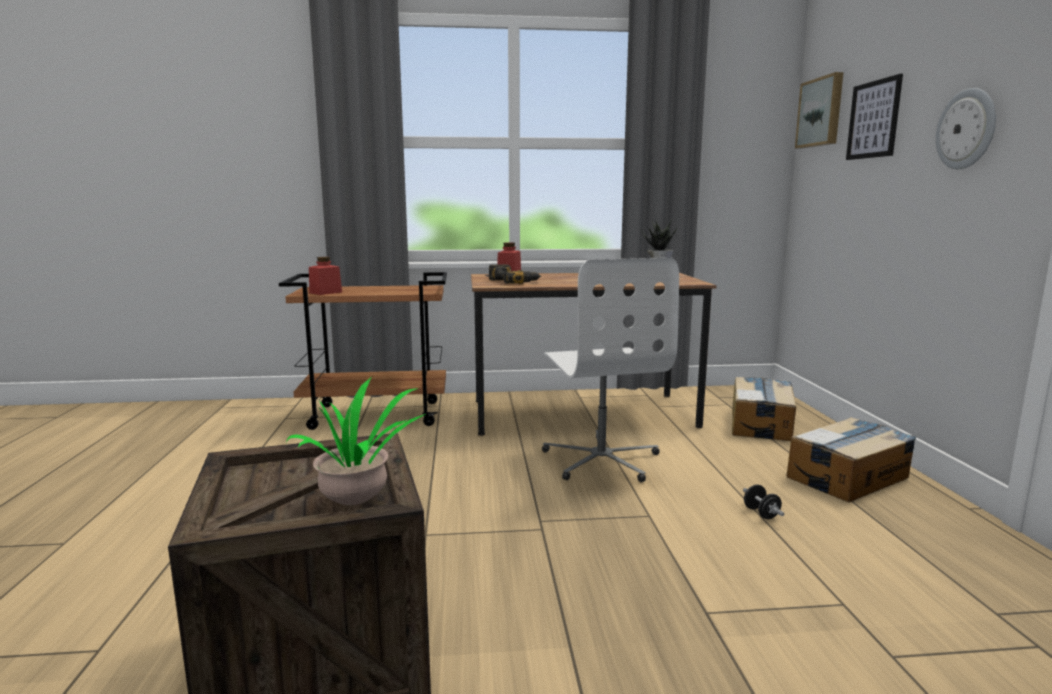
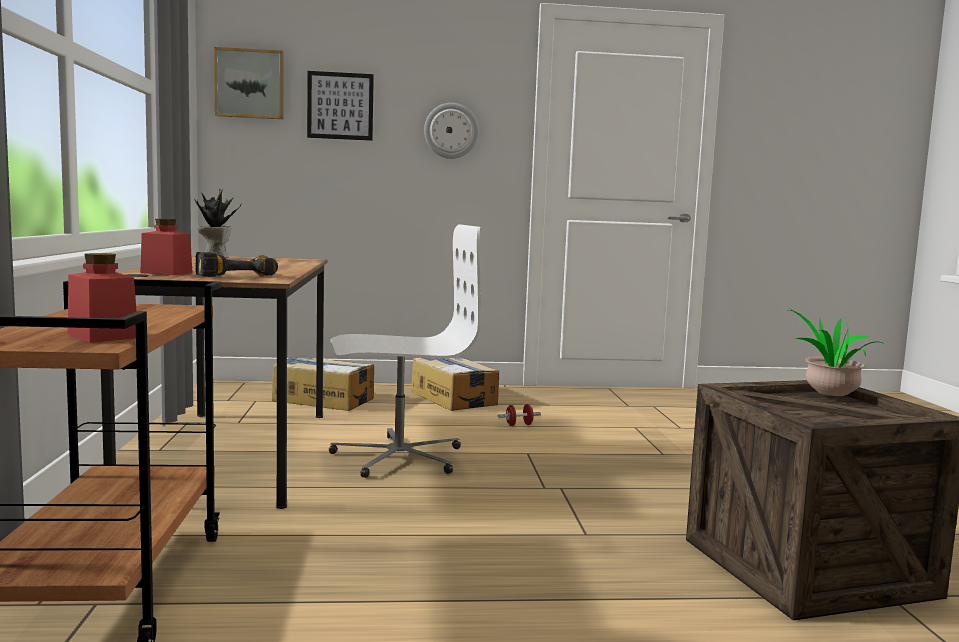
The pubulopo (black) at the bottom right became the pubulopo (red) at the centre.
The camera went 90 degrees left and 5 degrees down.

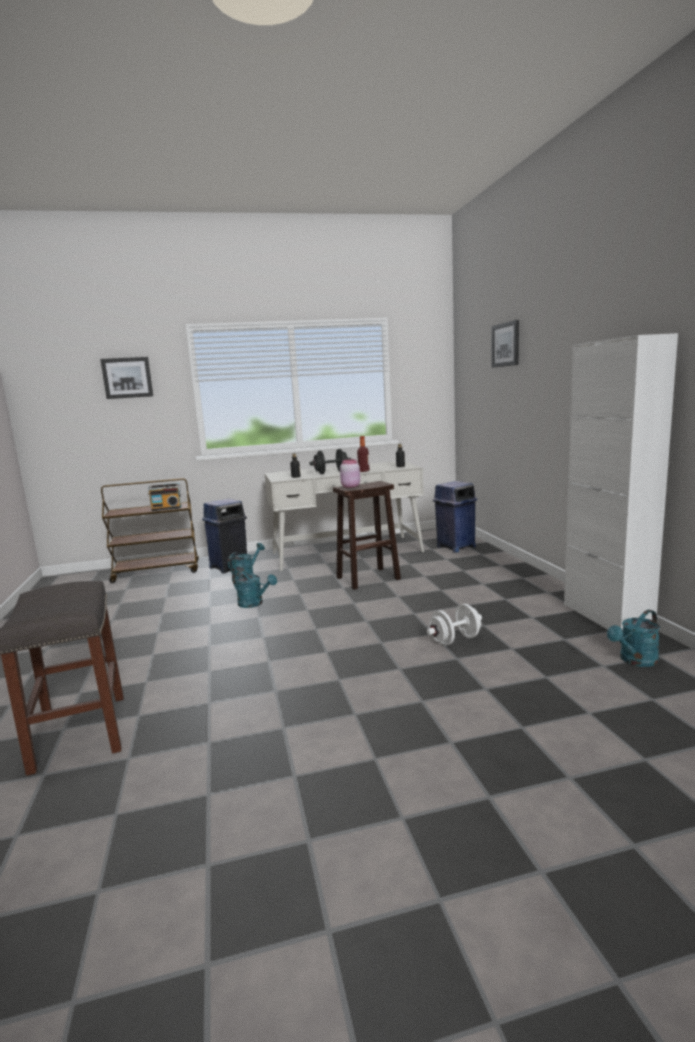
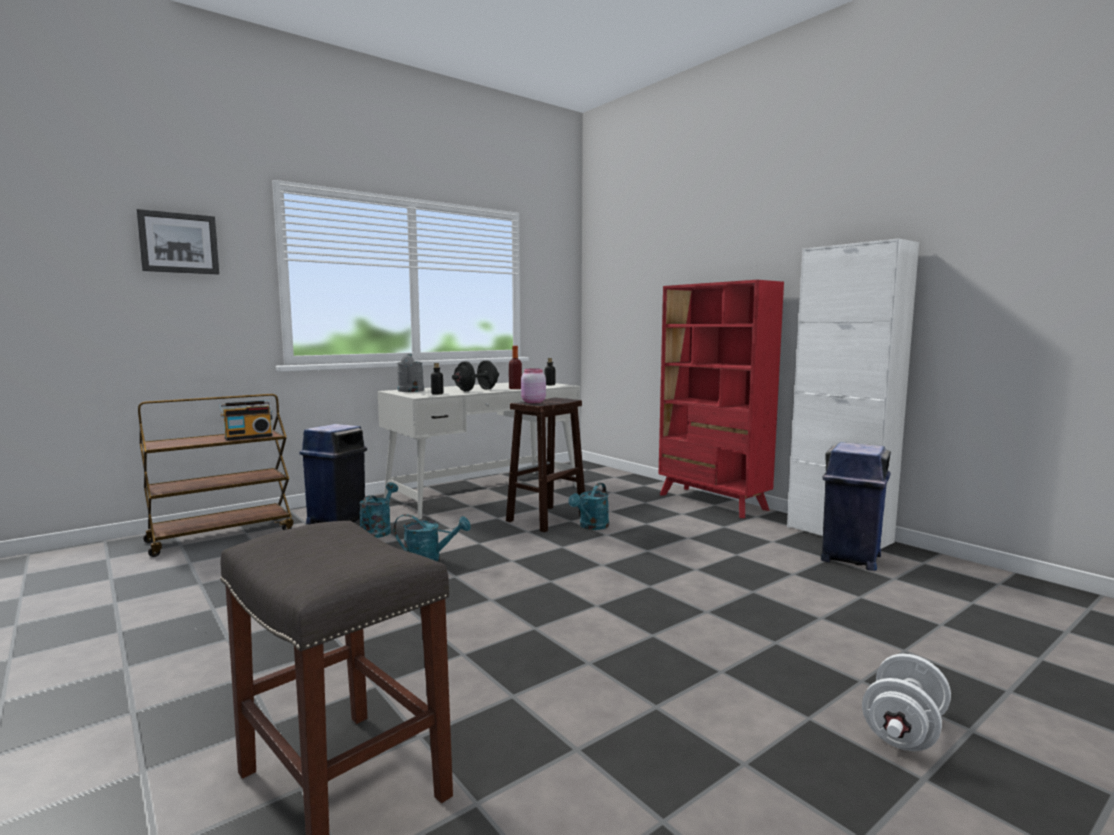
The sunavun (2nd from left) at the top right disappeared.
The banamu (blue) (2nd from left) moved from the centre to the middle right.
The pubulopo (white) moved from the centre to the bottom right.
The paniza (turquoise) (3rd from left) moved from the middle right to the centre.
The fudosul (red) at the centre appeared.
The paniza (grey) at the centre appeared.
The camera went 25 degrees left and 5 degrees down.

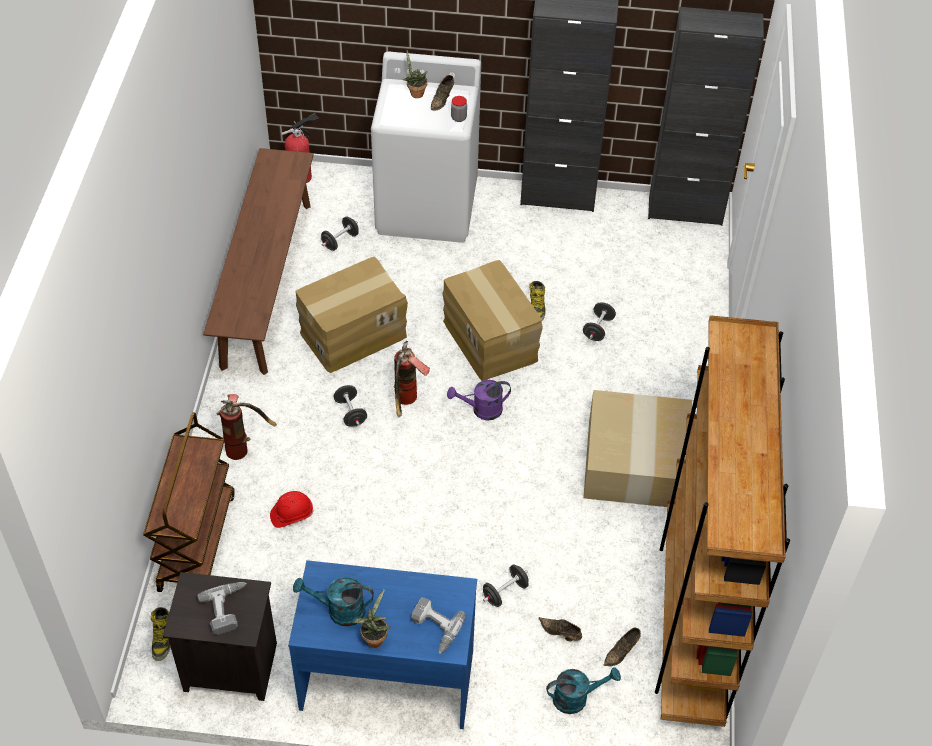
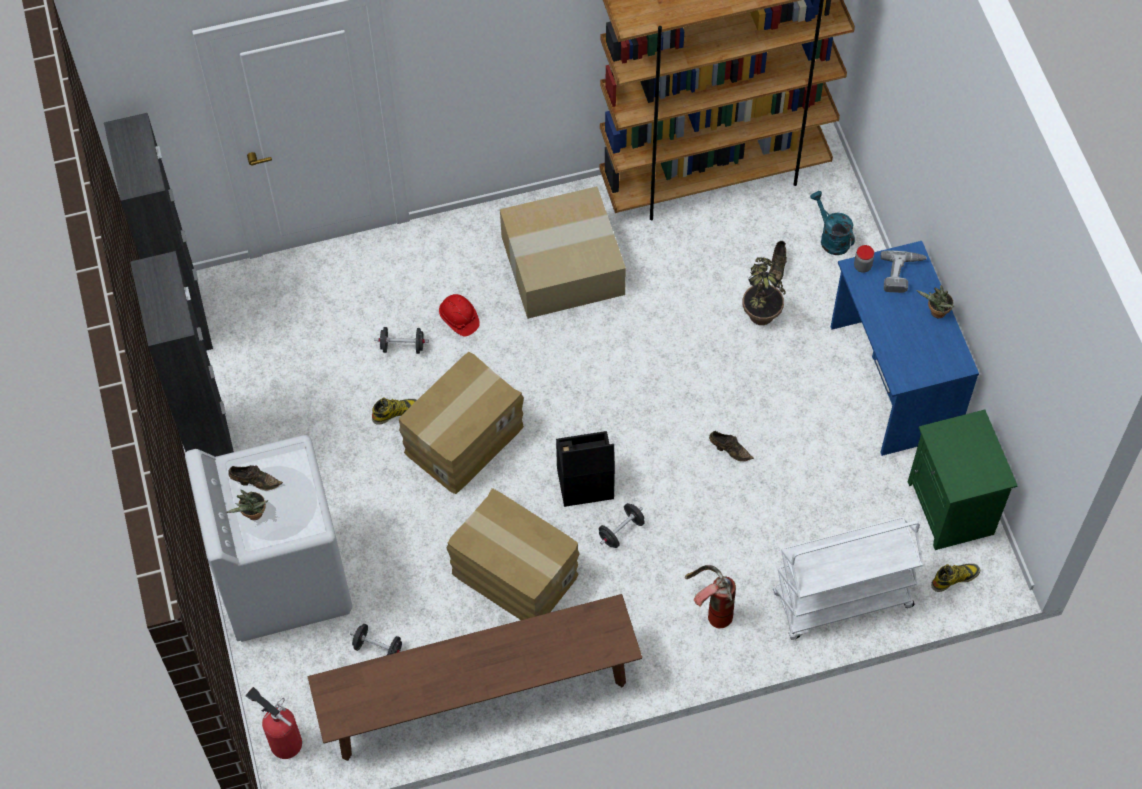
The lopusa moved from the top centre to the top right.
The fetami (3rd from left) at the centre was replaced by the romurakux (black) at the centre.
The paniza (purple) at the centre disappeared.
The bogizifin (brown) at the bottom left became the bogizifin (white) at the bottom right.
The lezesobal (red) moved from the bottom left to the centre.
The pubulopo (black) (3rd from left) at the bottom centre was replaced by the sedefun (2nd from left) at the middle right.
The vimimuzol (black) at the bottom left became the vimimuzol (green) at the middle right.
The paniza (turquoise) (1st from left) at the bottom centre disappeared.
The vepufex (1st from left) at the bottom left disappeared.
The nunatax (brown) (3rd from left in the first image) moved from the bottom right to the centre.
The camera went 110 degrees left and 10 degrees up.

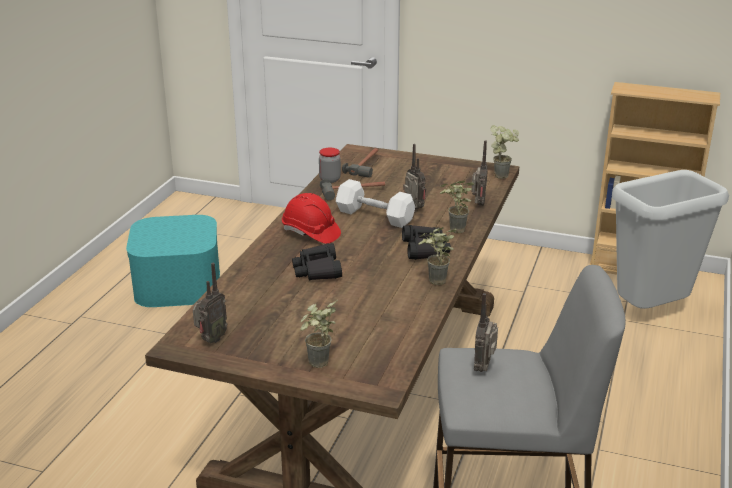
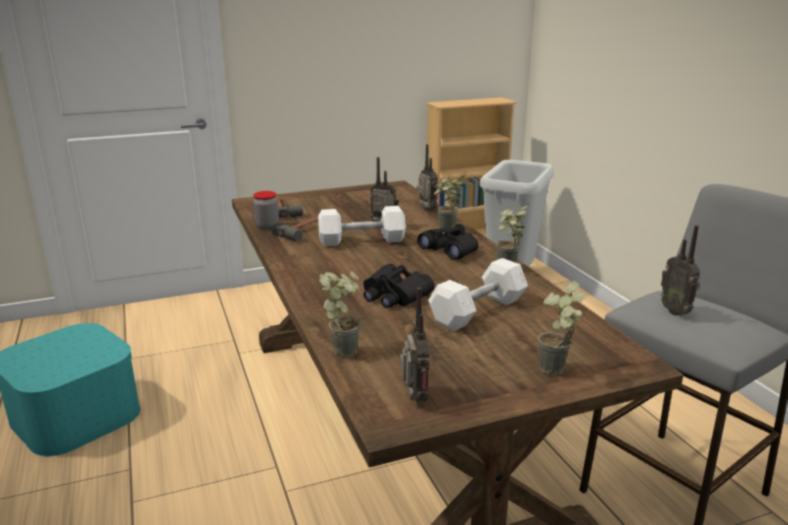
The sedefun (4th from left in the first image) moved from the top right to the centre.
The lezesobal (red) at the centre disappeared.
The pubulopo (white) (2nd from left) at the centre appeared.
The camera went 40 degrees left and 5 degrees down.

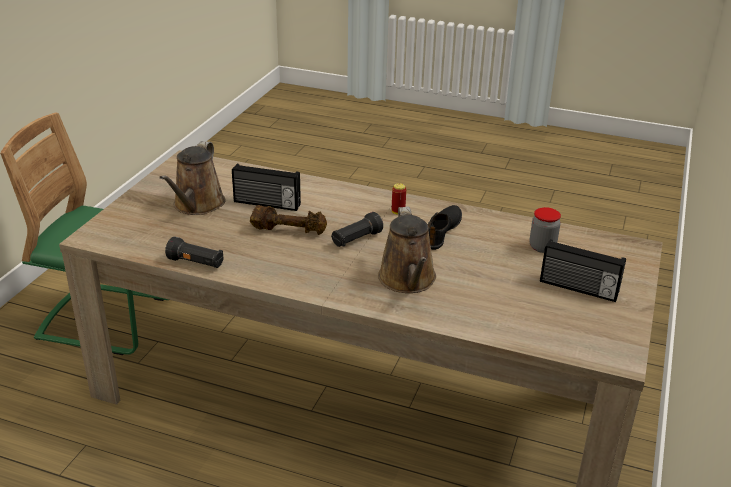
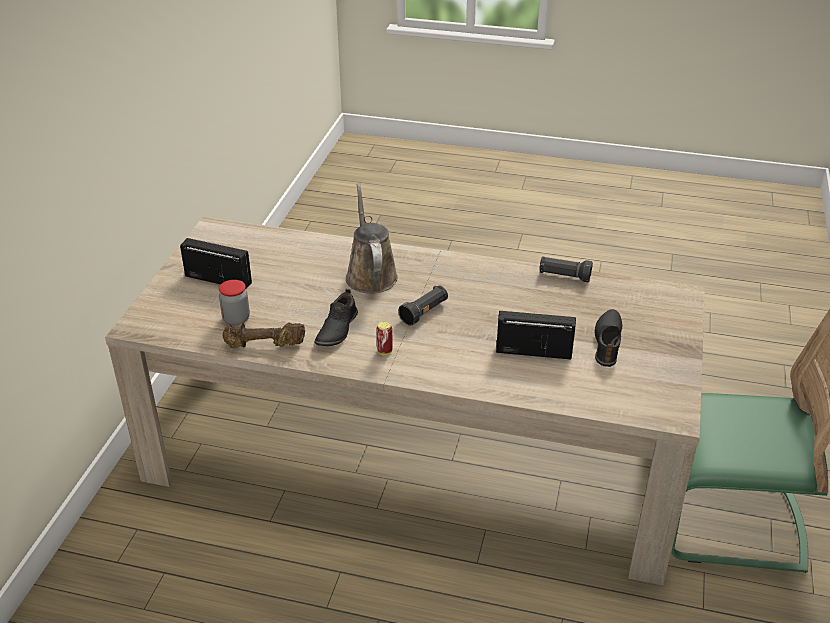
The paniza (brown) (1st from left) at the middle left was replaced by the nunatax (black) (2nd from left) at the middle right.
The pubulopo (brown) moved from the centre to the middle left.
The camera went 175 degrees right and 5 degrees up.

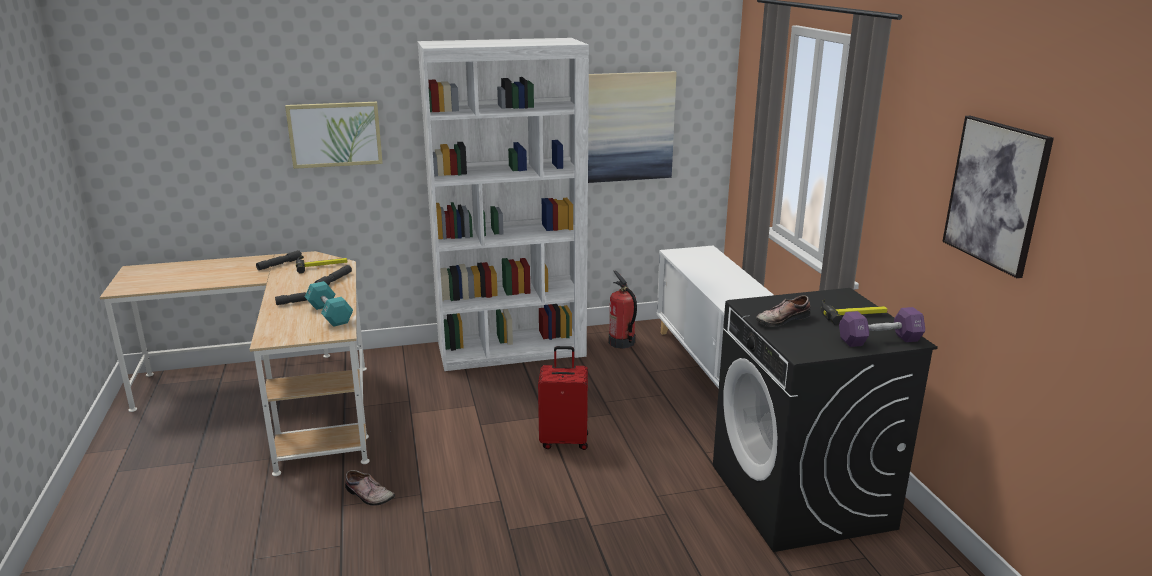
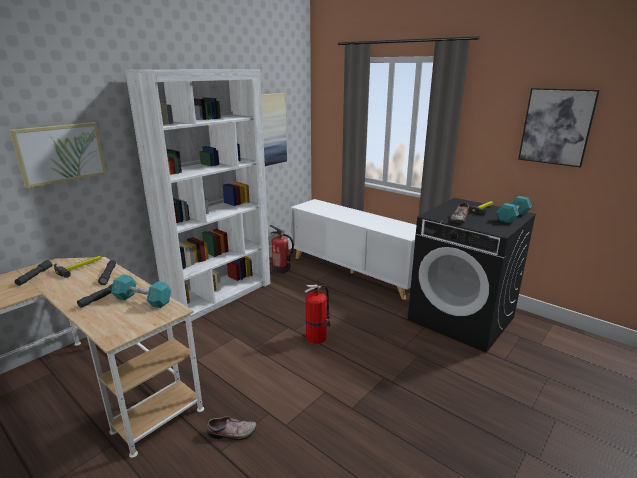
The pubulopo (purple) at the middle right became the pubulopo (turquoise) (2nd from left) at the middle right.
The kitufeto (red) at the bottom centre was replaced by the fetami (2nd from left) at the centre.
The camera went 35 degrees left and 0 degrees up.

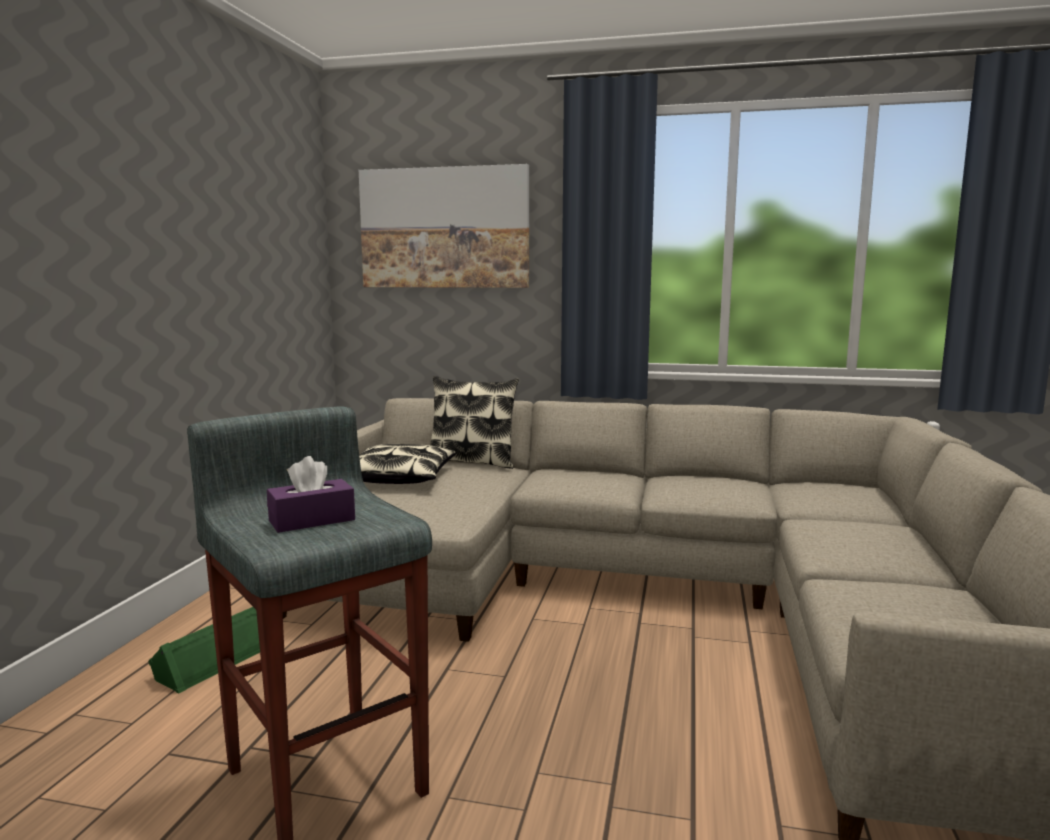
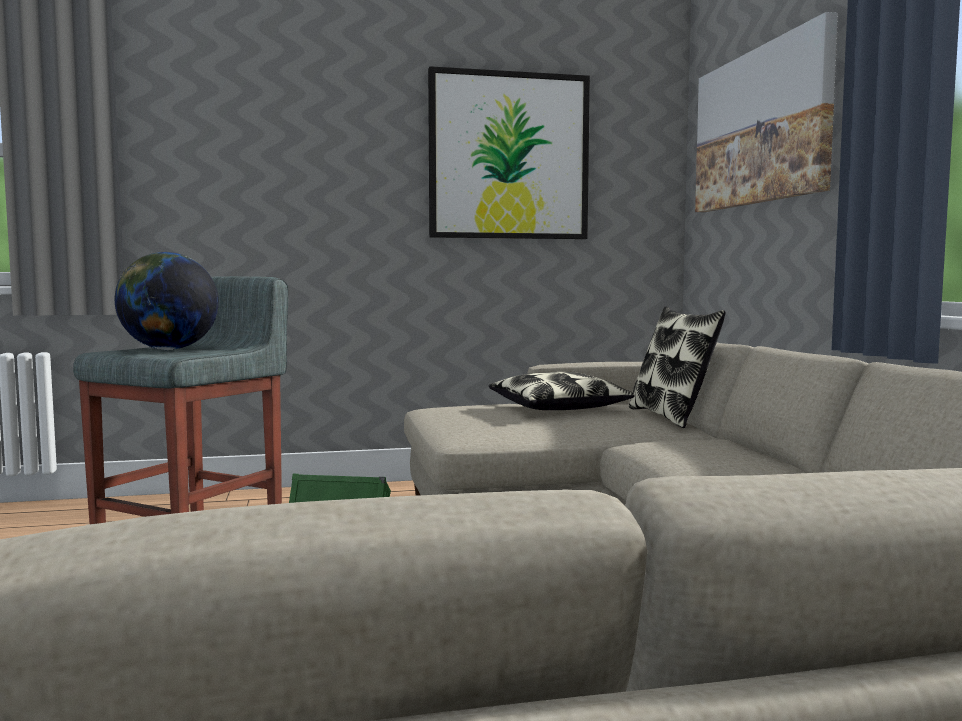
The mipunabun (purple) at the middle left was replaced by the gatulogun at the middle left.
The sunavun (1st from left) at the top centre appeared.
The camera went 65 degrees right and 5 degrees down.

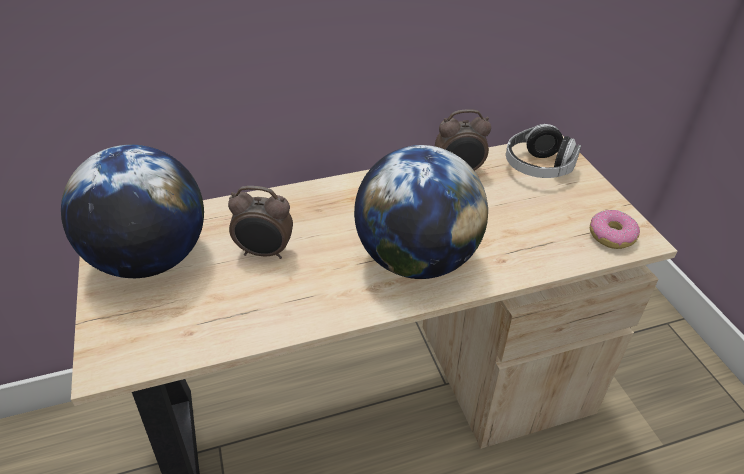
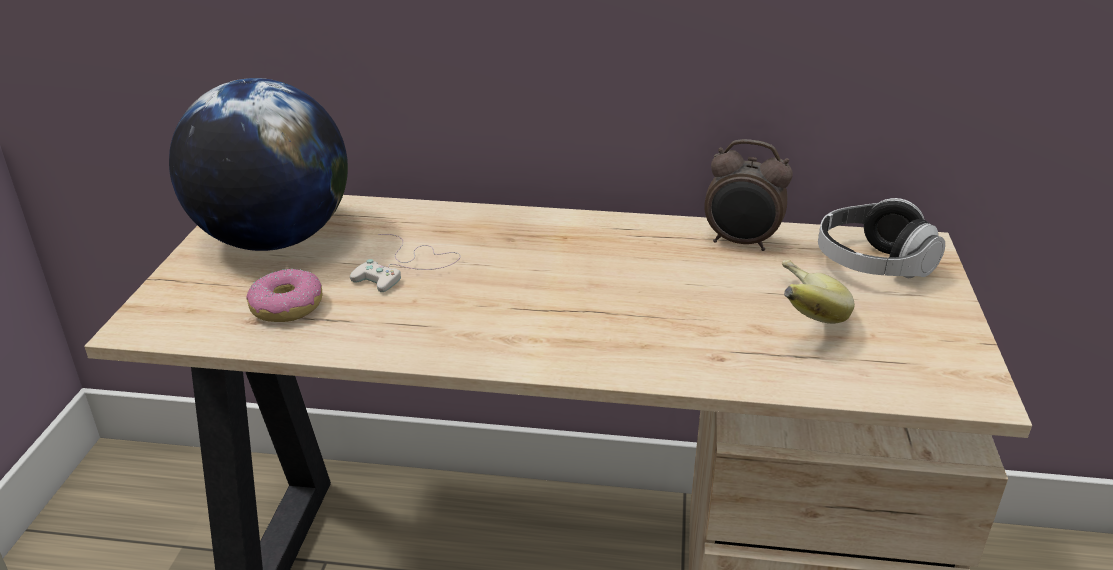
The gatulogun (2nd from left) at the centre disappeared.
The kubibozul (1st from left) at the centre was replaced by the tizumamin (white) at the centre.
The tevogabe moved from the middle right to the middle left.
The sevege at the middle right appeared.
The camera went 25 degrees right and 10 degrees down.

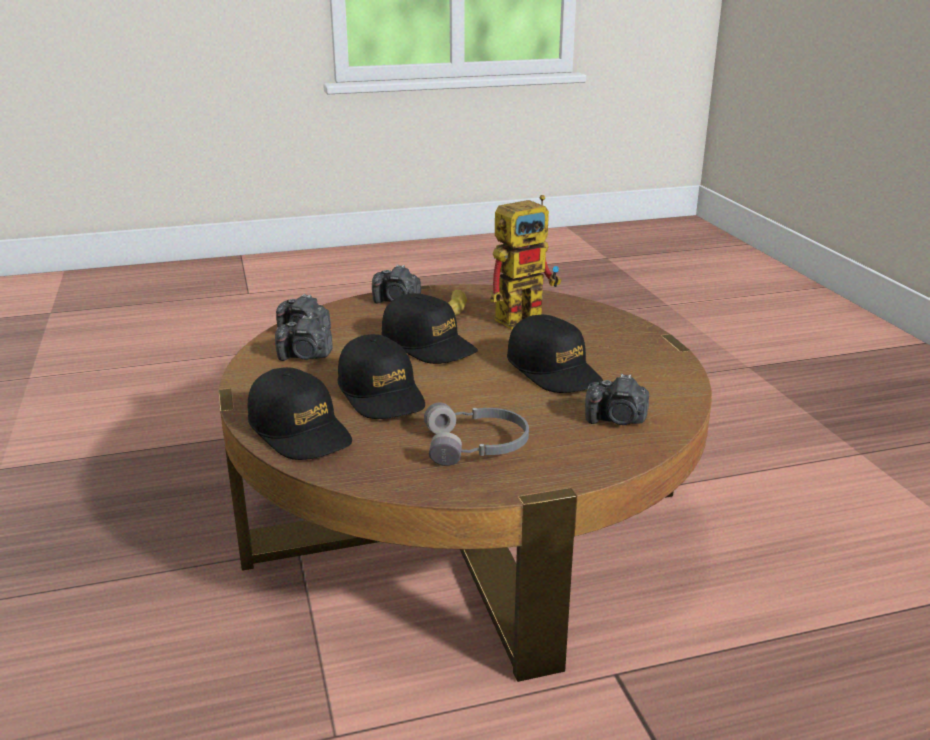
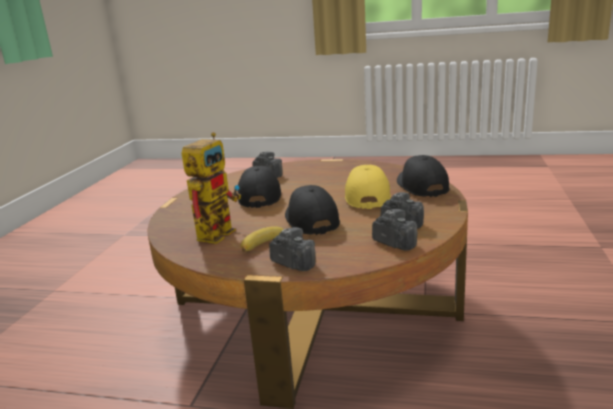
The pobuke at the centre turned 120 degrees clockwise.
The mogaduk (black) (2nd from left) at the centre became the mogaduk (yellow) at the centre.
The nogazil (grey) at the centre disappeared.
The camera went 150 degrees left and 5 degrees down.

